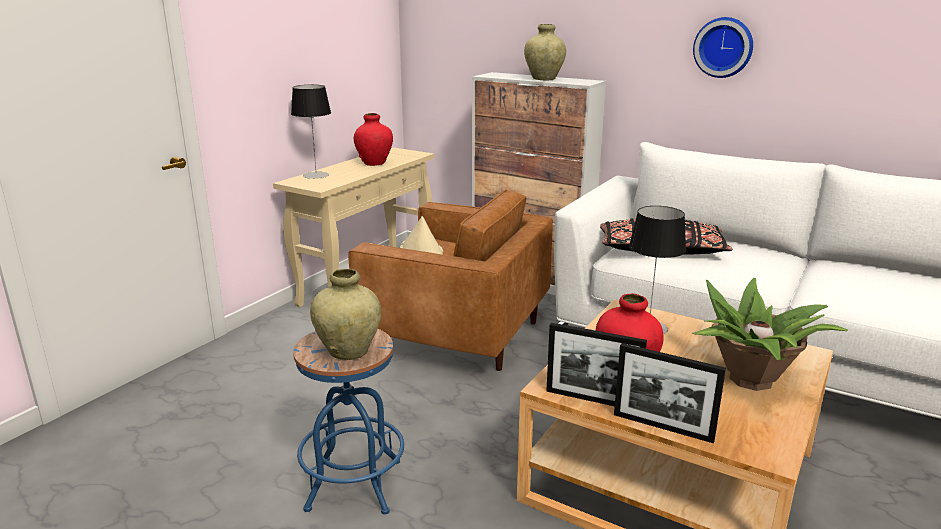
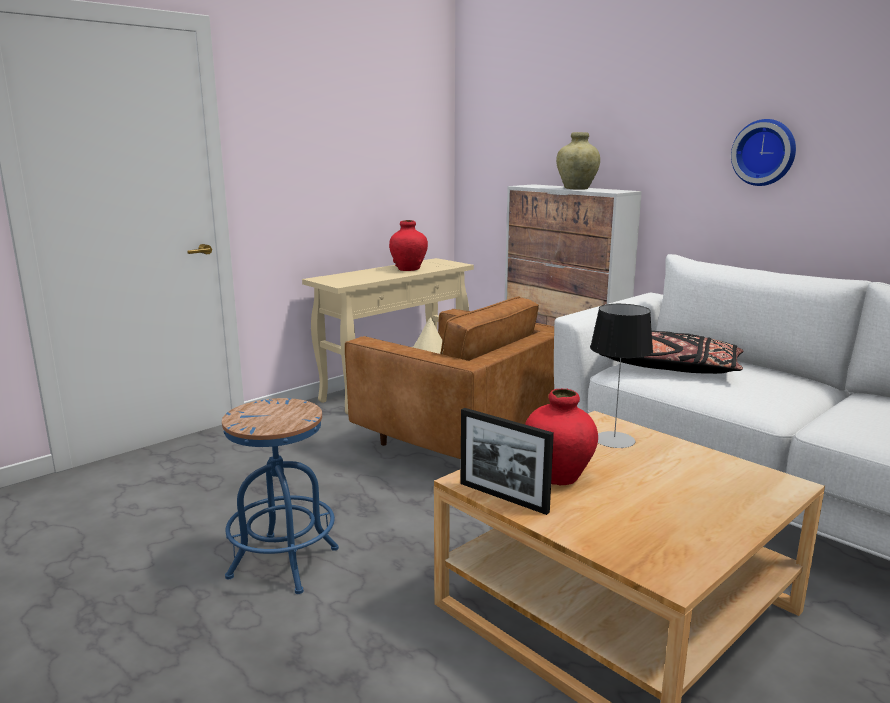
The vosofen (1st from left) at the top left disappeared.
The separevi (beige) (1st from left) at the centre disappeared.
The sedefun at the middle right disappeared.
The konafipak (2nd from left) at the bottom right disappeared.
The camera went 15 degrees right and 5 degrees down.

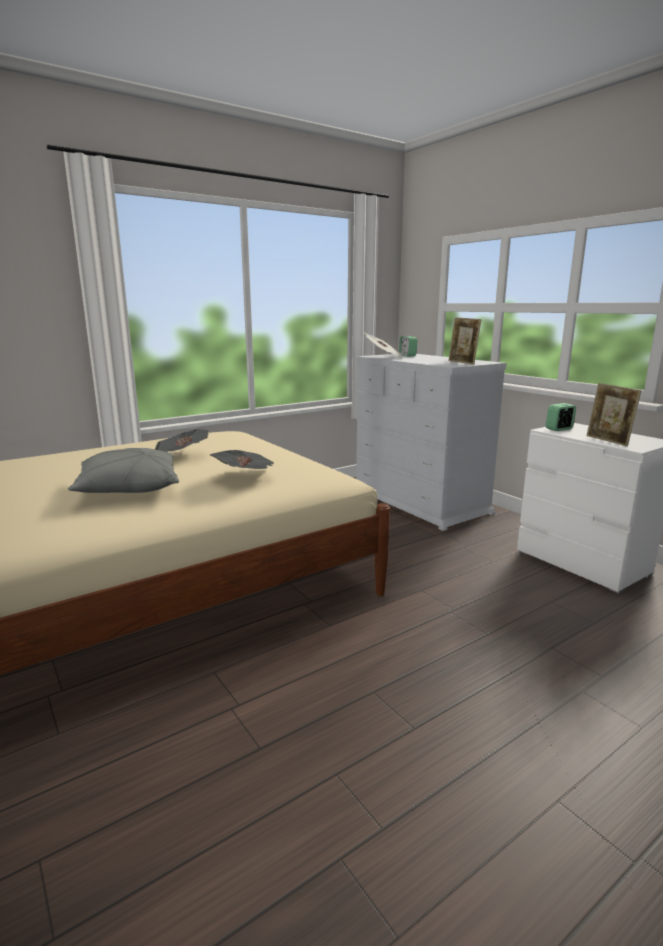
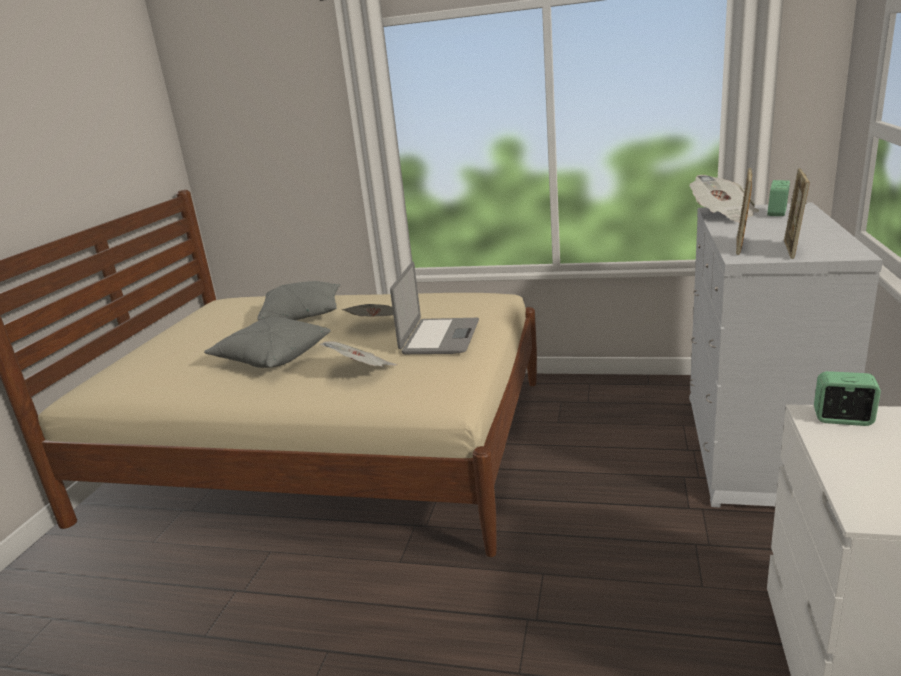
The konafipak (2nd from left in the first image) moved from the middle right to the top right.
The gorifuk at the centre appeared.
The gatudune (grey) (2nd from left) at the middle left appeared.
The camera went 50 degrees right and 5 degrees up.

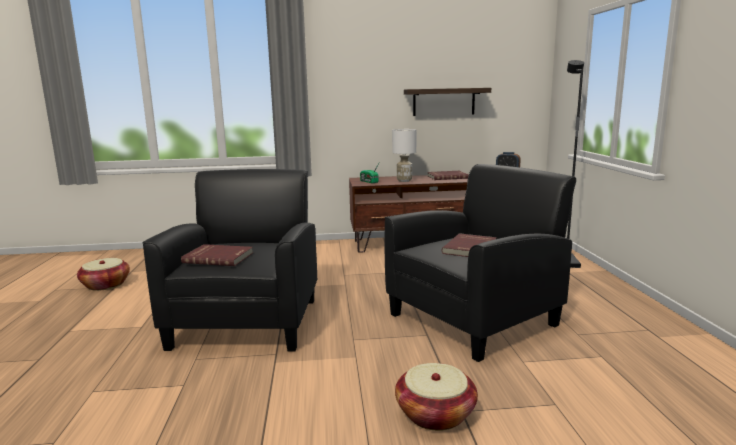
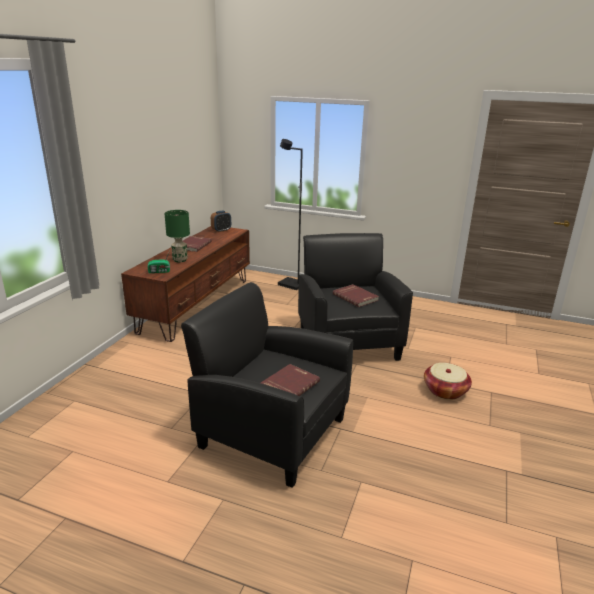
The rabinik at the top centre disappeared.
The vosofen (white) at the centre became the vosofen (green) at the middle left.
The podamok (1st from left) at the middle left disappeared.
The camera went 65 degrees left and 10 degrees up.

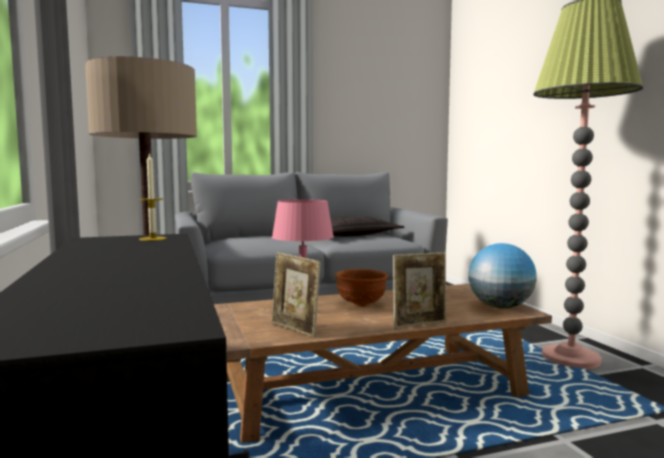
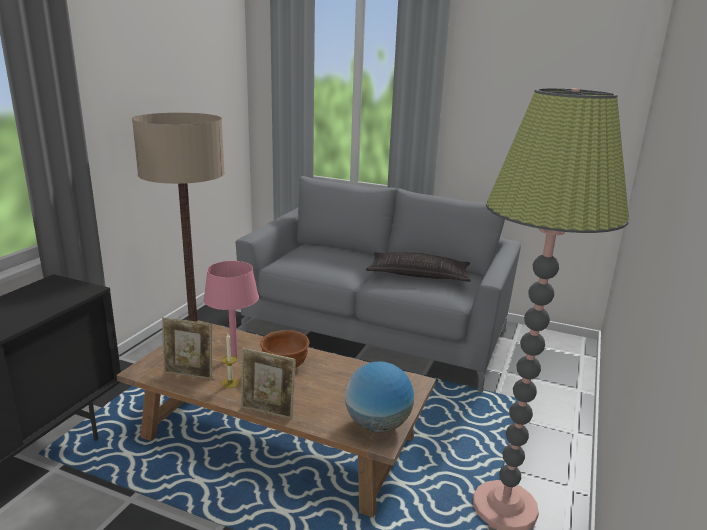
The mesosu moved from the middle left to the bottom left.
The konafipak (1st from left) at the centre turned 75 degrees counterclockwise.
The camera went 40 degrees right and 15 degrees up.

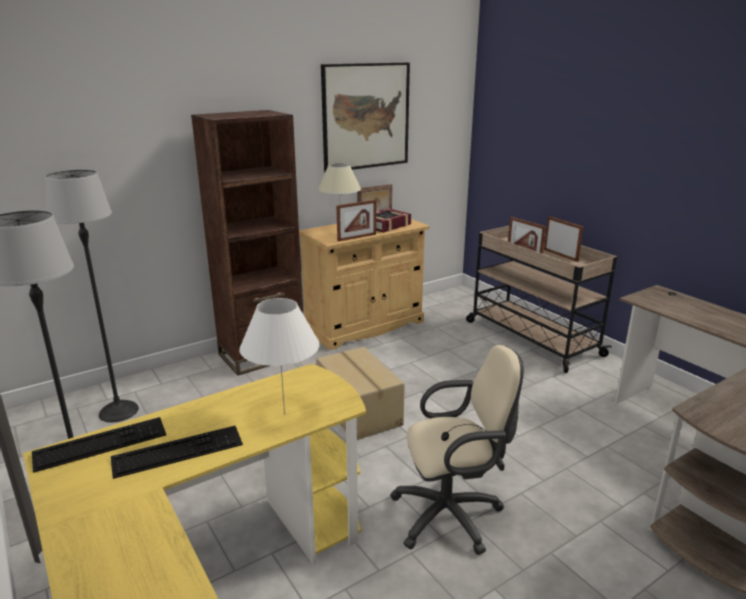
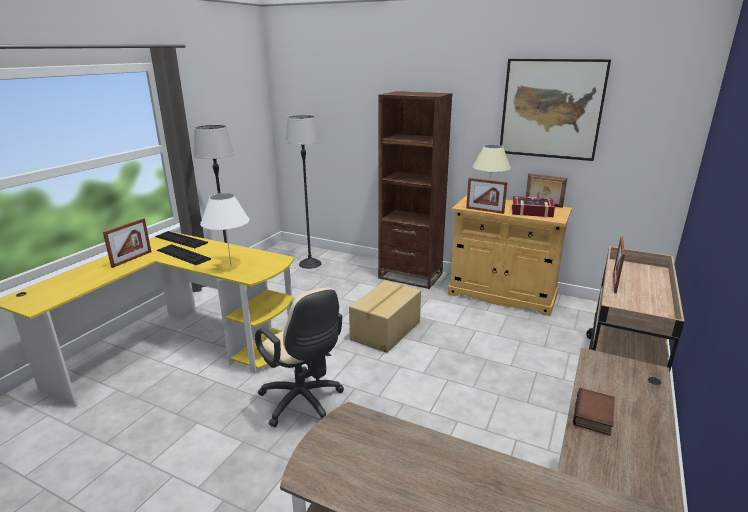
The konafipak (4th from left in the first image) moved from the middle right to the middle left.
The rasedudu (2nd from left) at the bottom right appeared.
The camera went 60 degrees right and 0 degrees up.

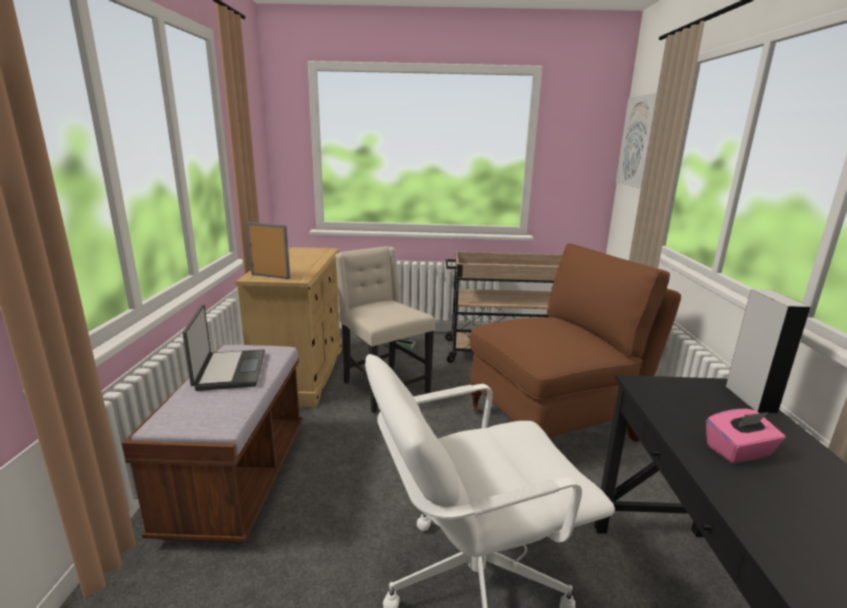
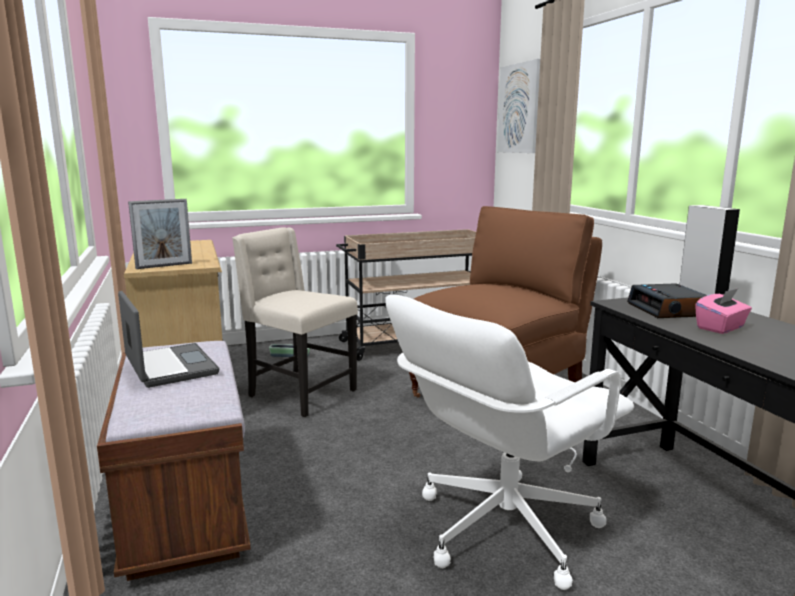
The konafipak at the middle left turned 150 degrees clockwise.
The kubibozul at the middle right appeared.
The camera went 20 degrees left and 5 degrees down.

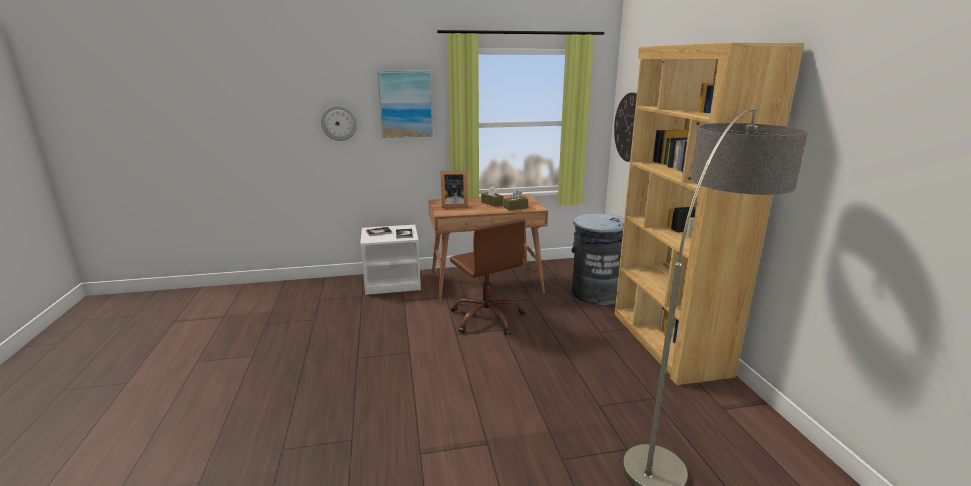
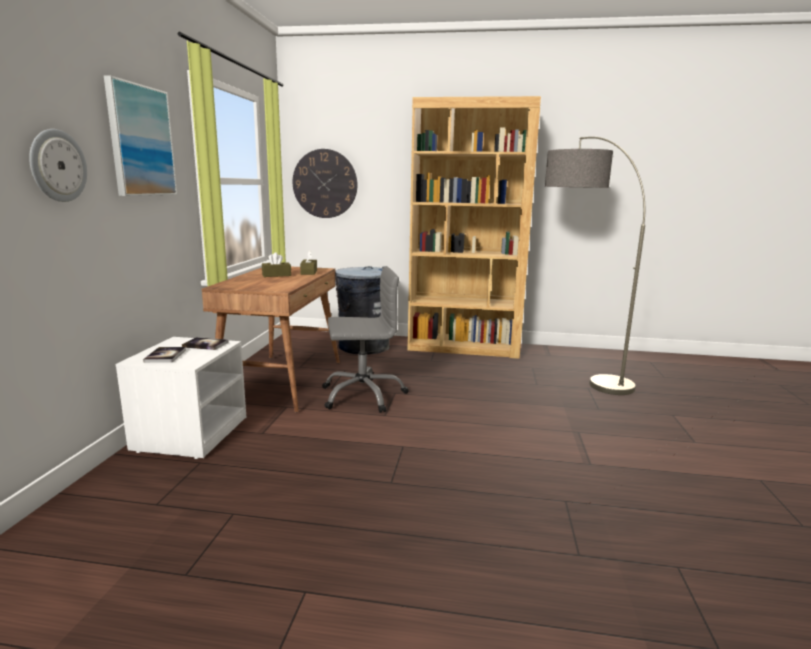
The konafipak at the centre disappeared.
The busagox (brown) at the centre became the busagox (grey) at the centre.
The camera went 70 degrees left and 5 degrees down.

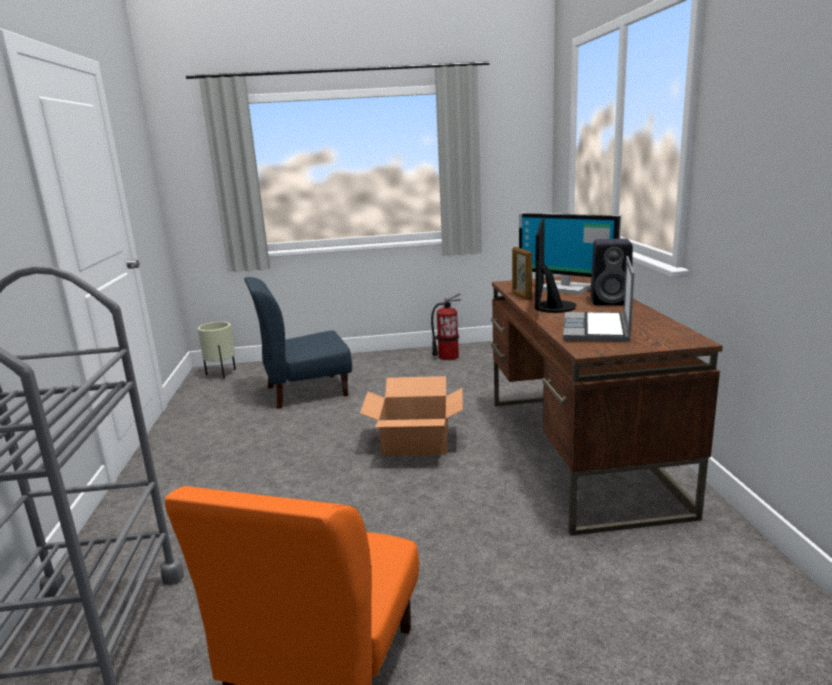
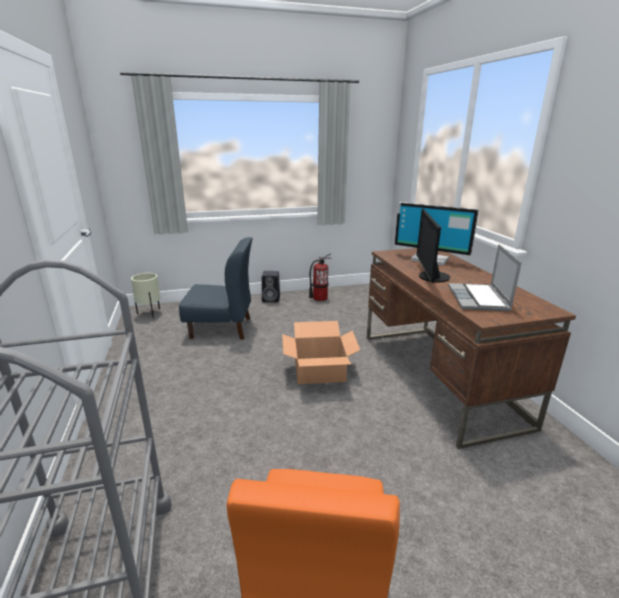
The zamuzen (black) moved from the middle right to the centre.
The konafipak at the centre disappeared.
The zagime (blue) at the centre turned 150 degrees counterclockwise.
The camera went 10 degrees left and 5 degrees up.

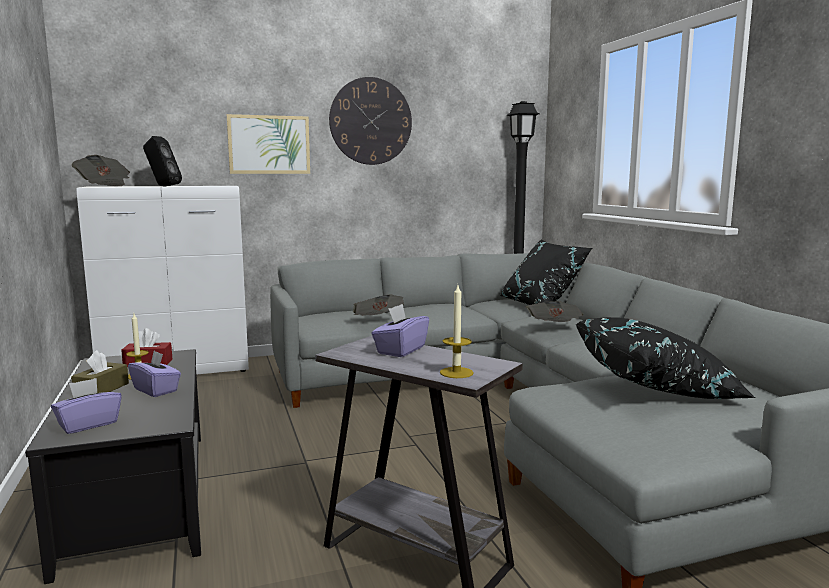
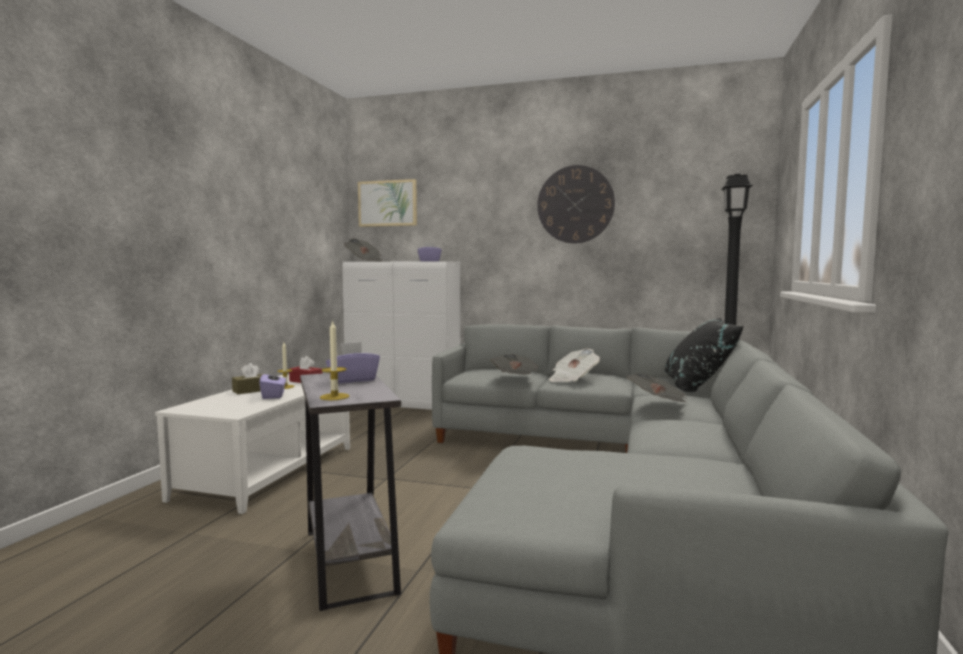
The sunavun moved from the top left to the top centre.
The zamuzen (black) at the top left disappeared.
The gatudune (black) (2nd from left) at the middle right disappeared.
The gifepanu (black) at the bottom left became the gifepanu (white) at the bottom left.
The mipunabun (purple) (1st from left in the first image) moved from the bottom left to the centre.
The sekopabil (3rd from left) at the centre appeared.
The camera went 35 degrees right and 5 degrees down.

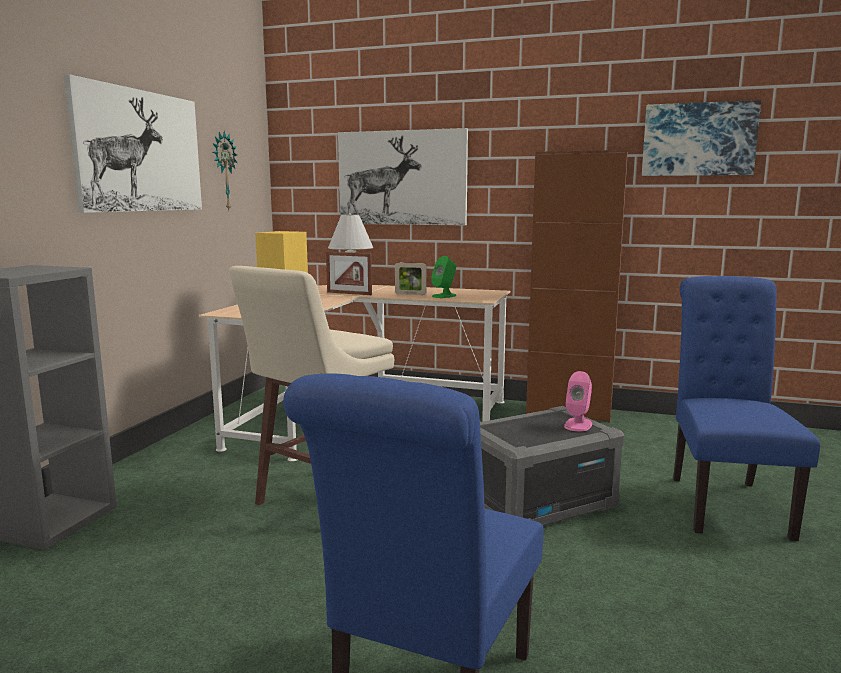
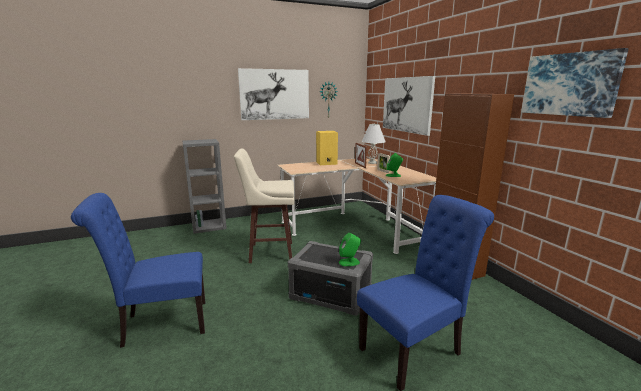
The zamuzen (pink) at the middle right became the zamuzen (green) (1st from left) at the centre.
The camera went 50 degrees right and 5 degrees up.

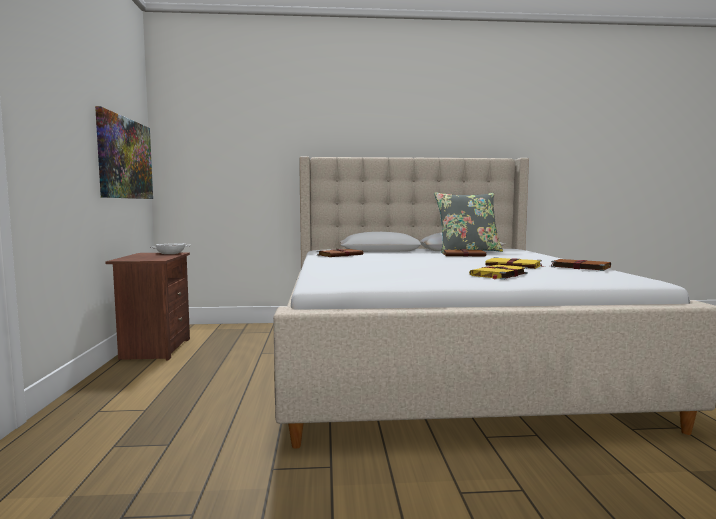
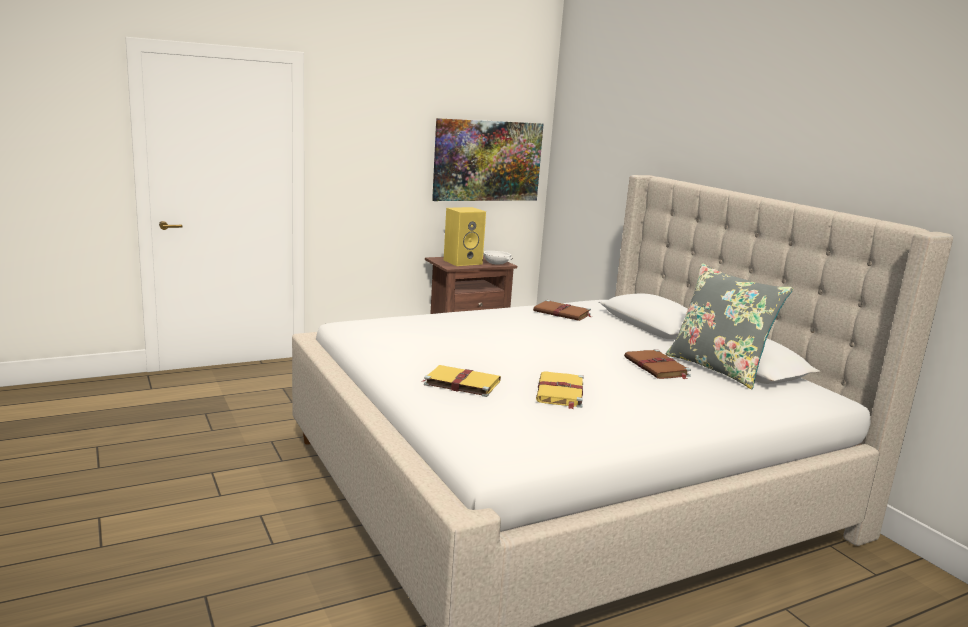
The rasedudu (brown) (3rd from left) at the middle right disappeared.
The zamuzen (yellow) at the centre appeared.
The camera went 65 degrees right and 10 degrees up.

